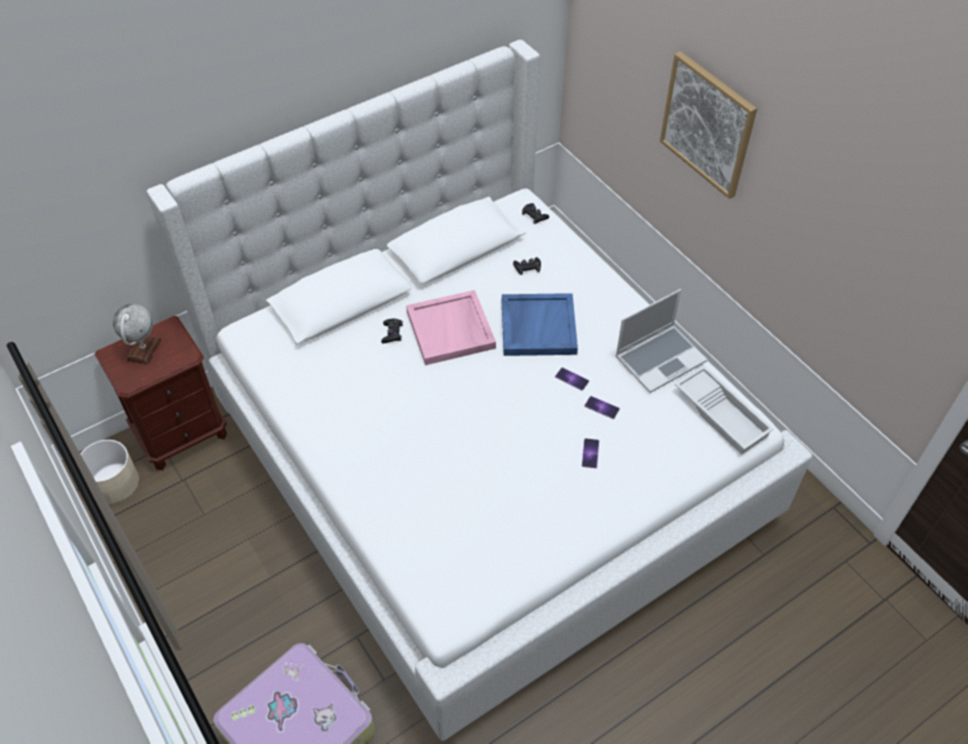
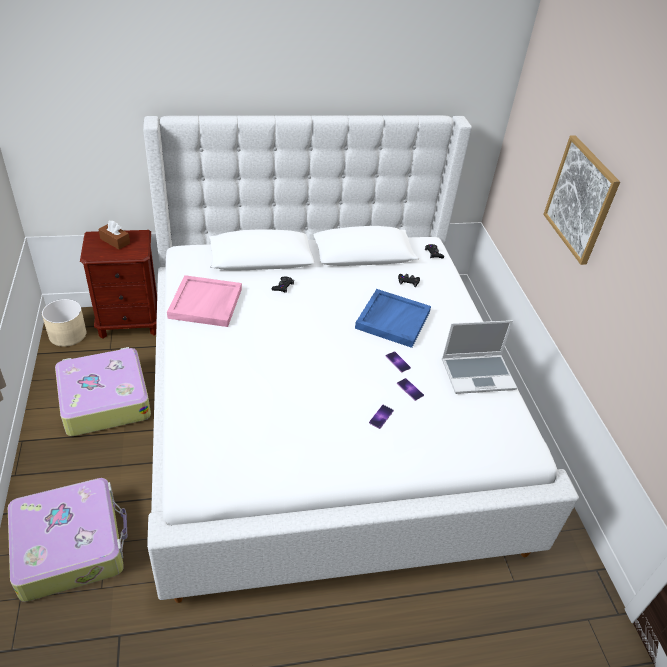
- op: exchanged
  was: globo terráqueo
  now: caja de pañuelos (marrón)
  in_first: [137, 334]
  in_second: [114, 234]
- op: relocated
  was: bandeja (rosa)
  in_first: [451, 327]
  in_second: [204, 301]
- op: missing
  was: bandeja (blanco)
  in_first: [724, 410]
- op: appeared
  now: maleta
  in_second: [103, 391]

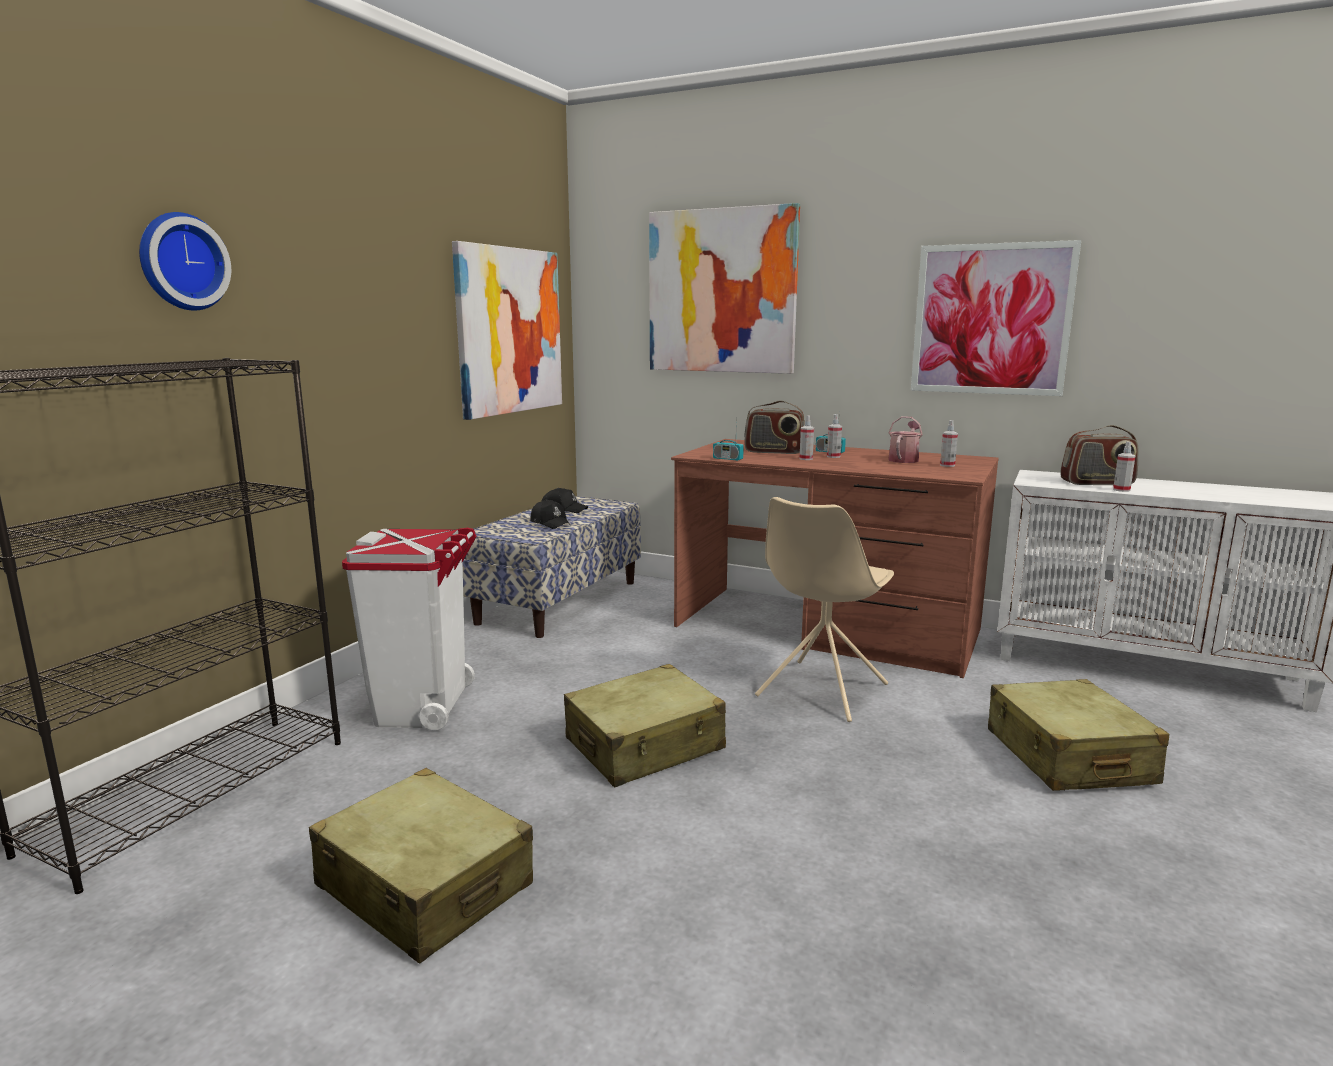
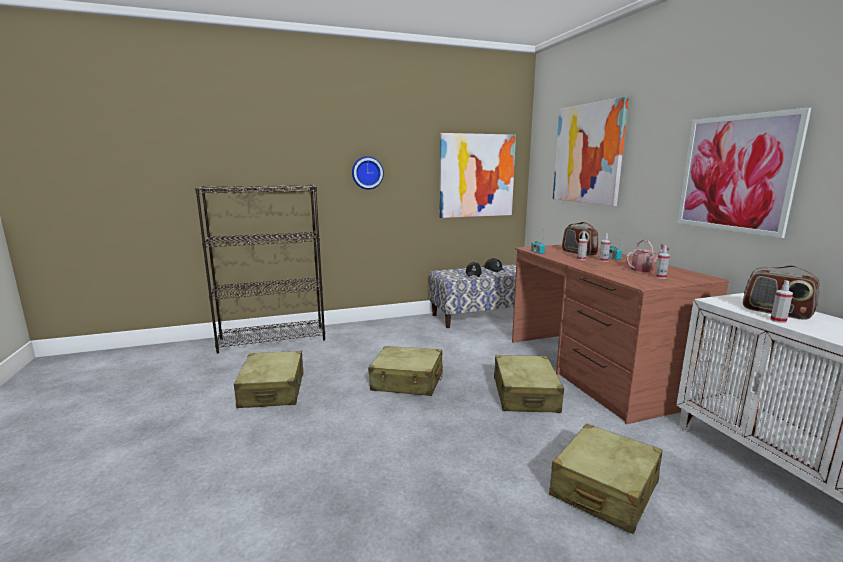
- op: relocated
  was: reloj de pared
  in_first: [185, 261]
  in_second: [368, 172]
- op: missing
  was: papelera (blanco)
  in_first: [409, 629]
- op: exchanged
  was: silla (beis)
  now: maleta (beis)
  in_first: [824, 609]
  in_second: [529, 384]

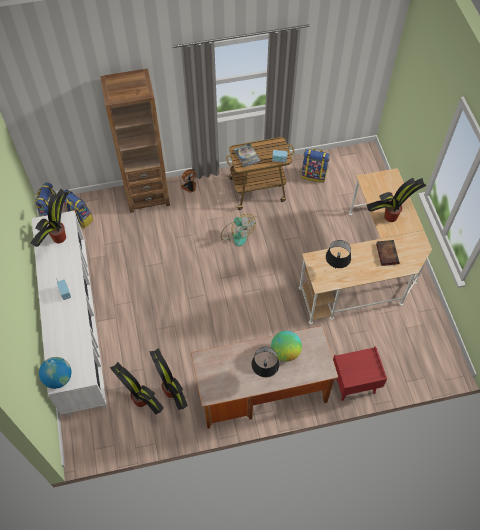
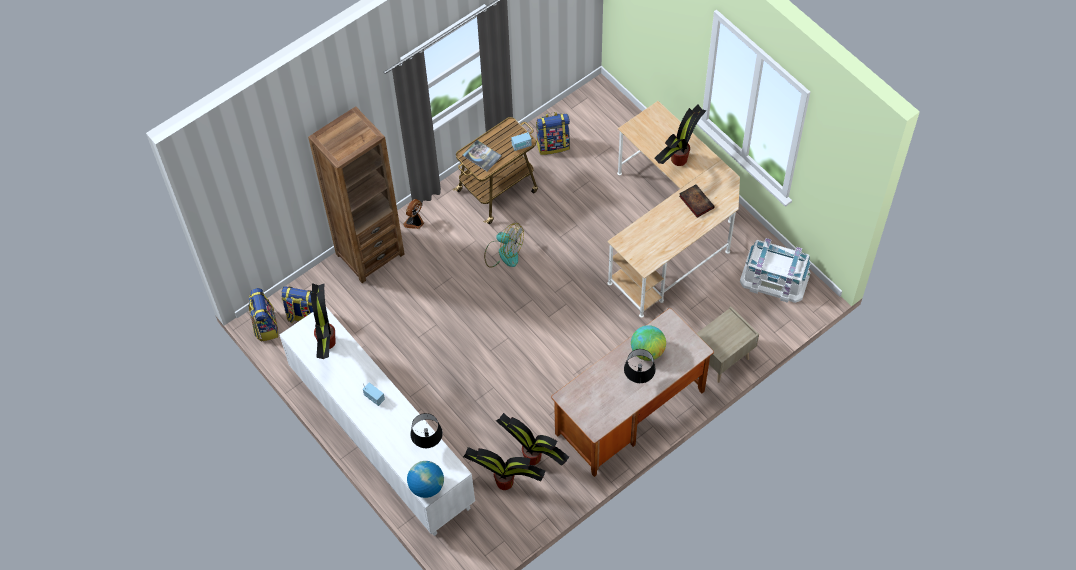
- op: relocated
  was: lámpara de mesa (negro)
  in_first: [338, 254]
  in_second: [426, 430]
- op: colour
  was: mesita de noche (rojo)
  now: mesita de noche (beis)
  in_first: [360, 373]
  in_second: [727, 344]
- op: appeared
  now: caja de almacenaje (blanco)
  in_second: [775, 270]

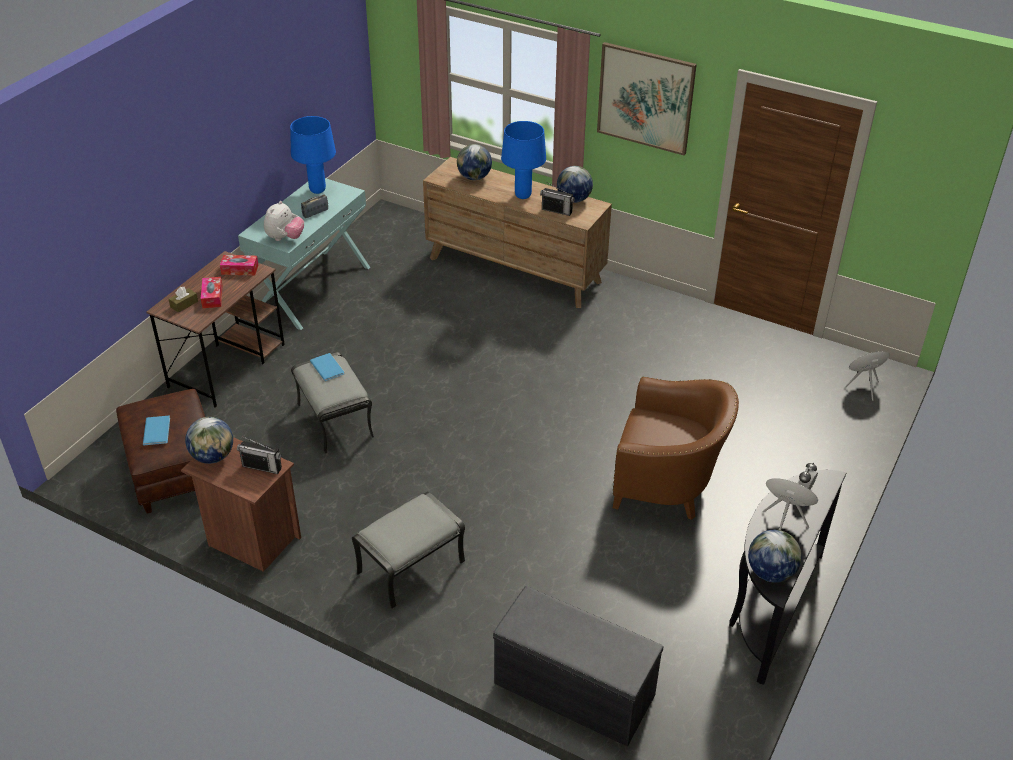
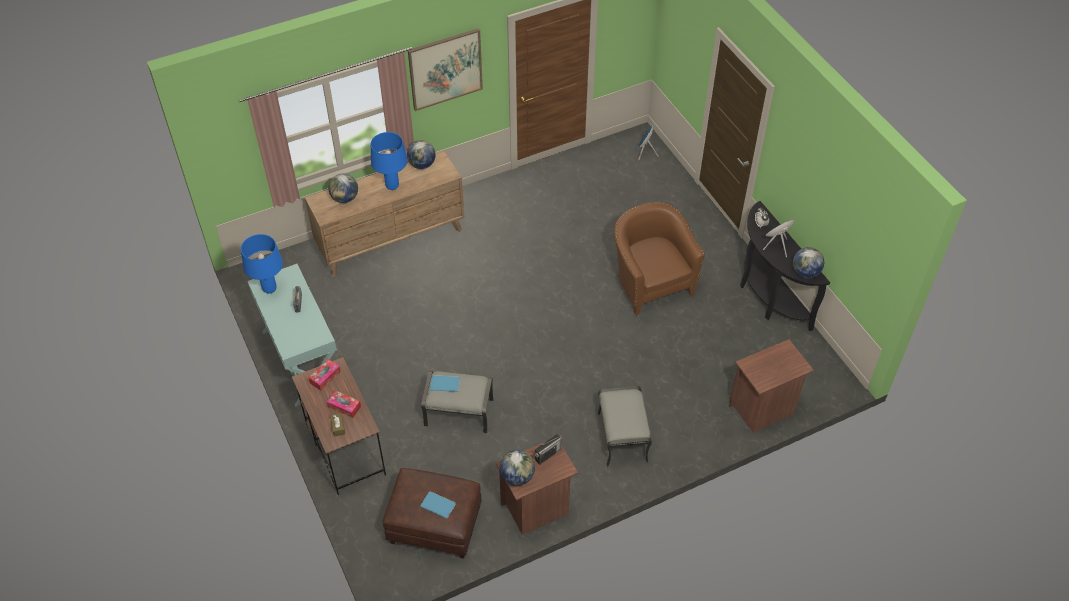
- op: missing
  was: peluche
  in_first: [284, 221]
- op: exchanged
  was: banco (gris)
  now: mesita de noche (marrón)
  in_first: [578, 666]
  in_second: [771, 386]
- op: missing
  was: radio
  in_first: [557, 199]
- op: spun
  was: sillón (marrón)
  in_first: [676, 448]
  in_second: [659, 258]
  clockwise: -75

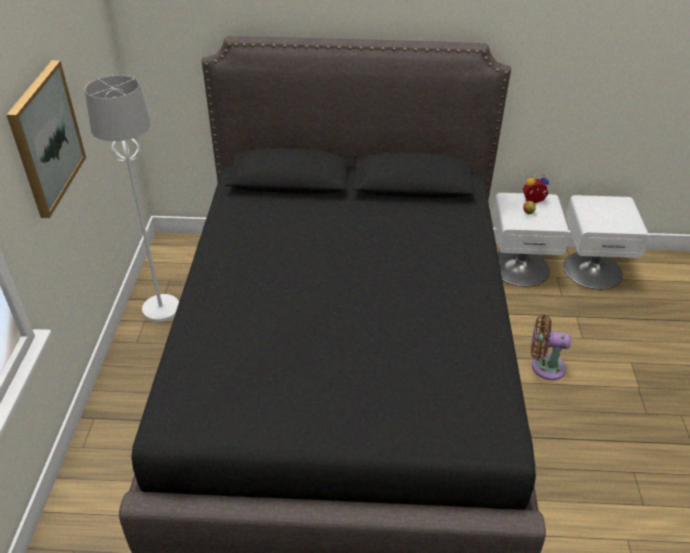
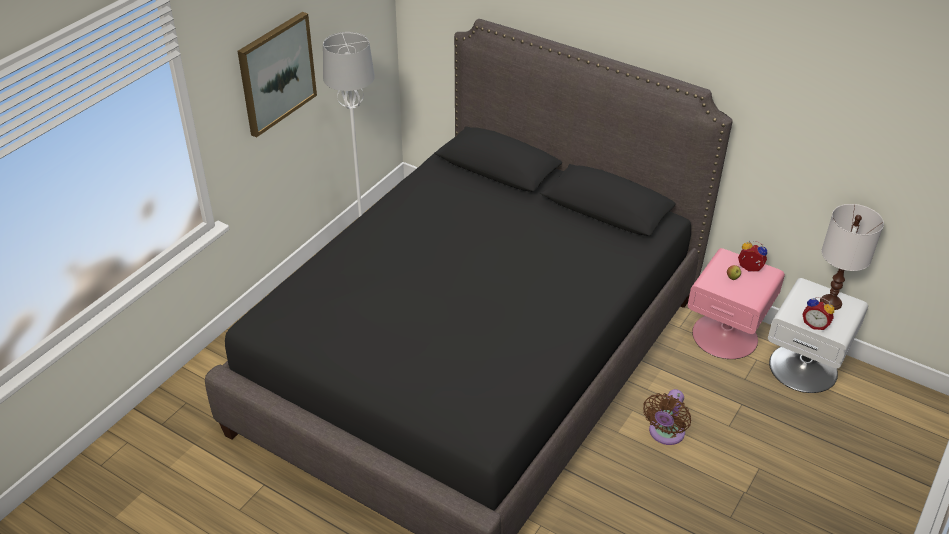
- op: colour
  was: mesita de noche (blanco)
  now: mesita de noche (rosa)
  in_first: [531, 240]
  in_second: [736, 303]
- op: spun
  was: ventilador (marrón)
  in_first: [551, 347]
  in_second: [667, 417]
  clockwise: -105
- op: appeared
  now: despertador
  in_second: [818, 313]
- op: appeared
  now: lámpara de mesa (blanco)
  in_second: [852, 257]

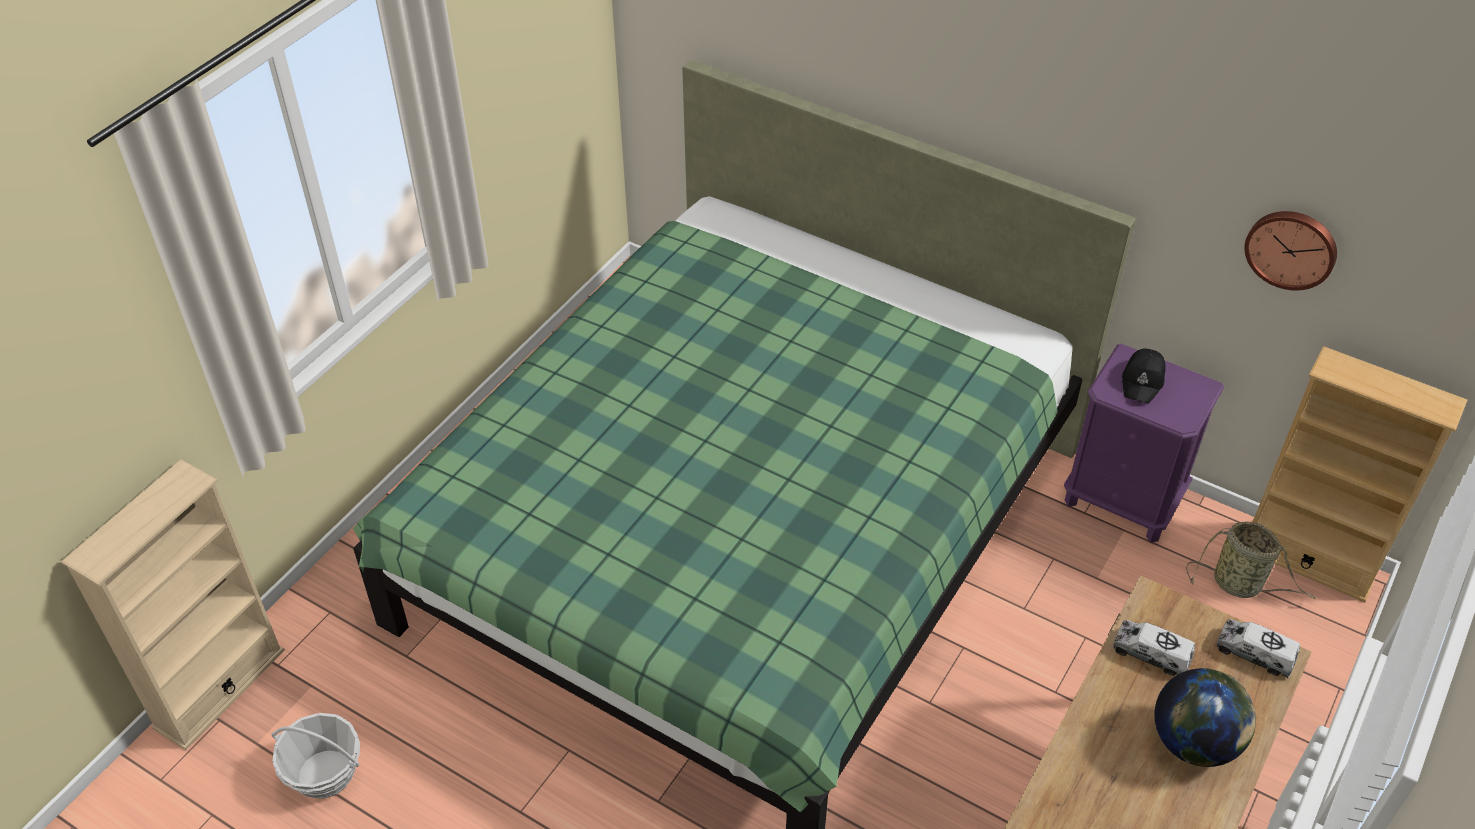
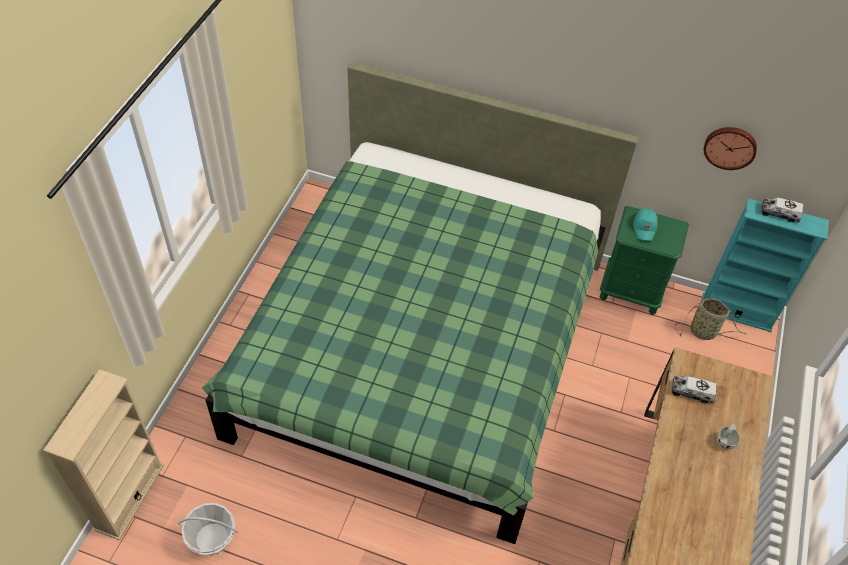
- op: colour
  was: mesita de noche (morado)
  now: mesita de noche (verde)
  in_first: [1144, 443]
  in_second: [644, 260]
- op: colour
  was: gorra (negro)
  now: gorra (turquesa)
  in_first: [1144, 376]
  in_second: [645, 224]
- op: exchanged
  was: globo terráqueo
  now: taza (blanco)
  in_first: [1205, 717]
  in_second: [728, 436]
- op: relocated
  was: camión de juguete
  in_first: [1258, 648]
  in_second: [782, 209]
- op: colour
  was: estantería (beis)
  now: estantería (turquesa)
  in_first: [1359, 474]
  in_second: [765, 265]

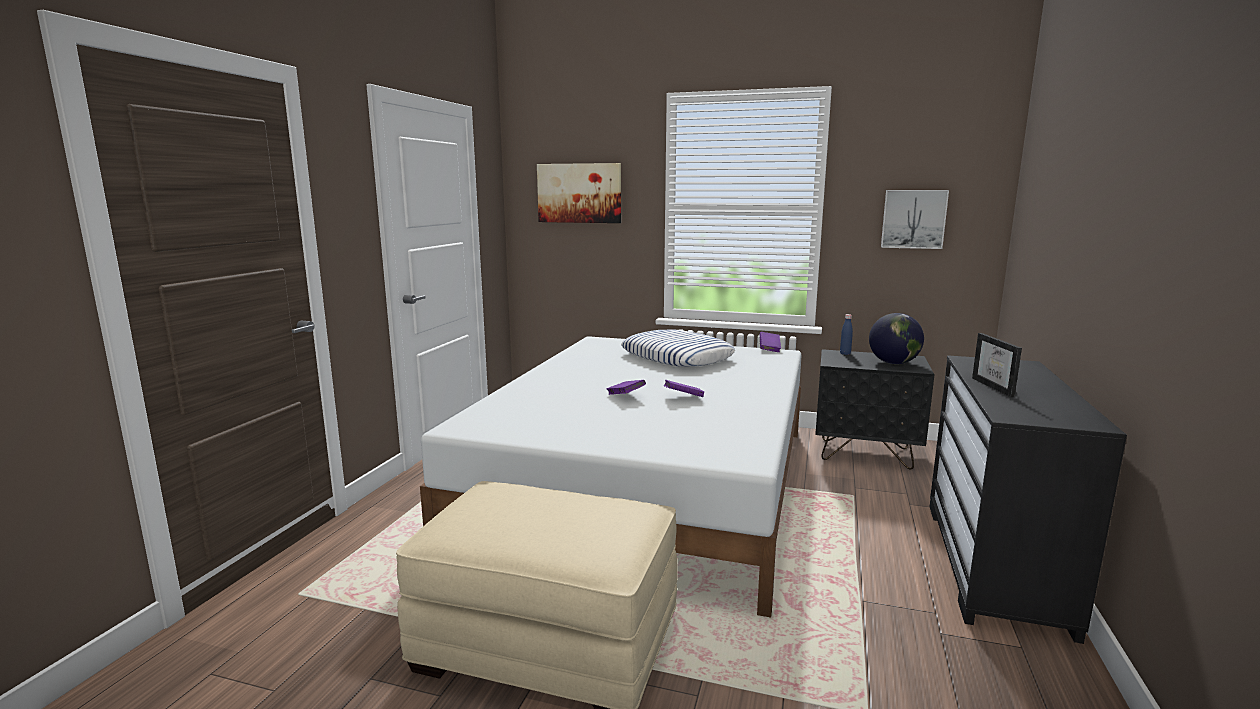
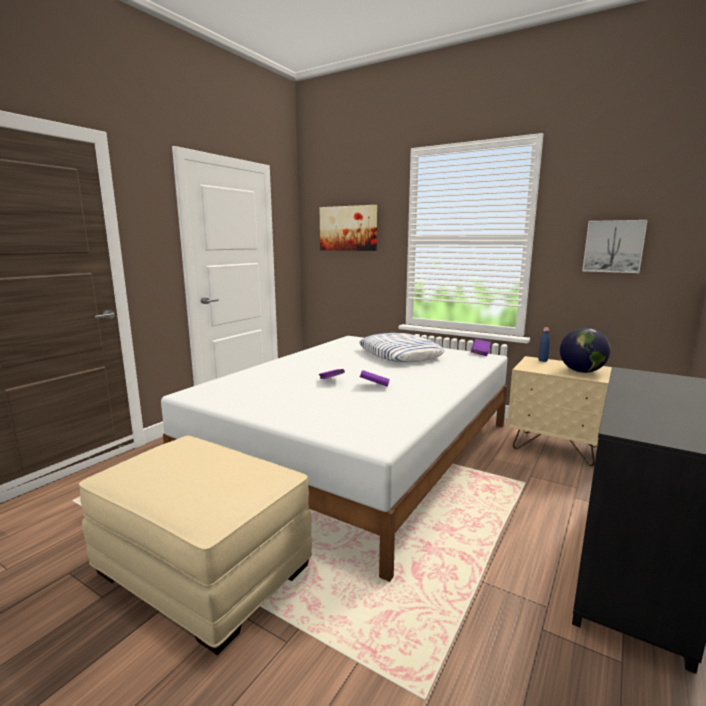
- op: colour
  was: mesita de noche (negro)
  now: mesita de noche (beis)
  in_first: [875, 409]
  in_second: [559, 411]
- op: missing
  was: portarretratos
  in_first: [997, 365]

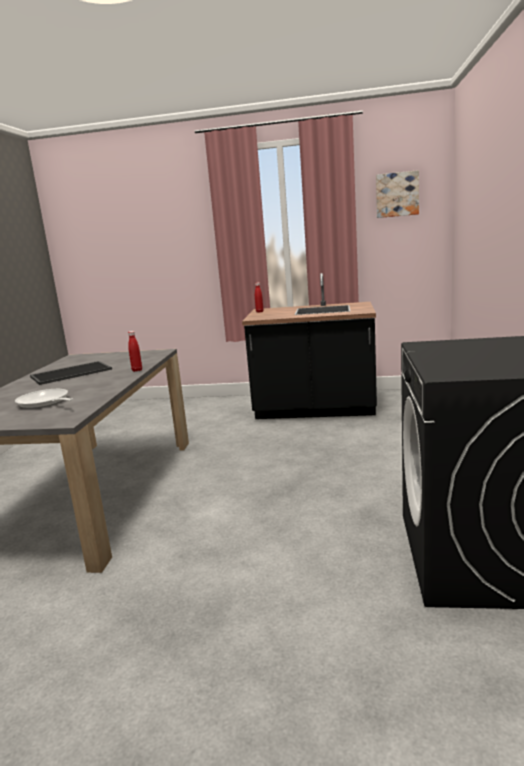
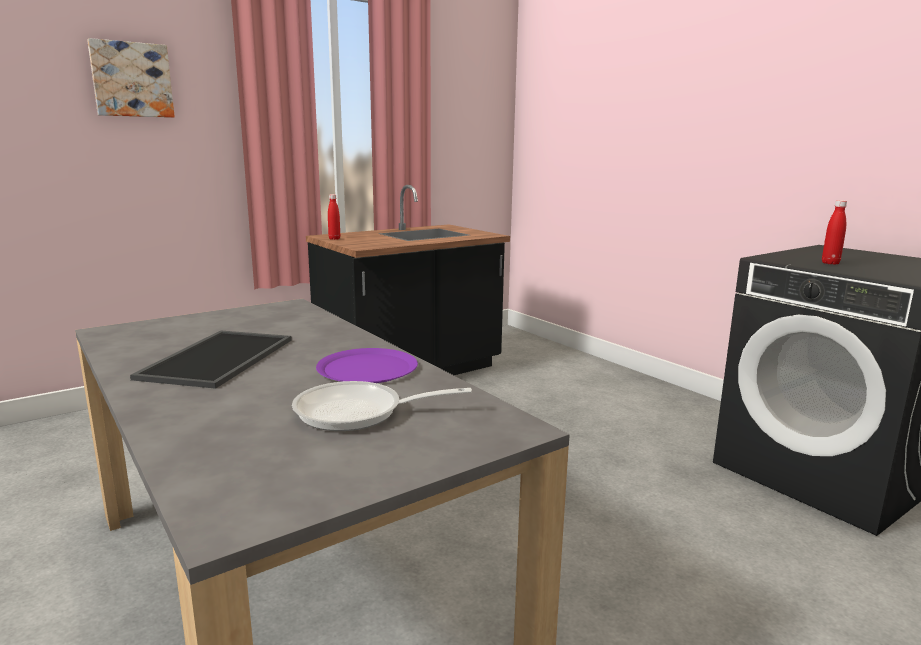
- op: relocated
  was: botella (rojo)
  in_first: [135, 351]
  in_second: [834, 232]
- op: relocated
  was: cuadro
  in_first: [397, 194]
  in_second: [131, 78]
- op: appeared
  now: plato (morado)
  in_second: [367, 365]

